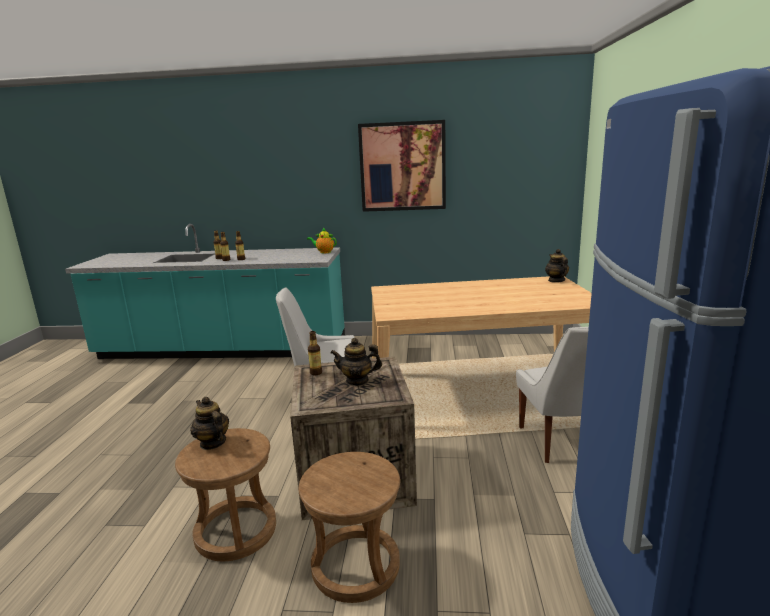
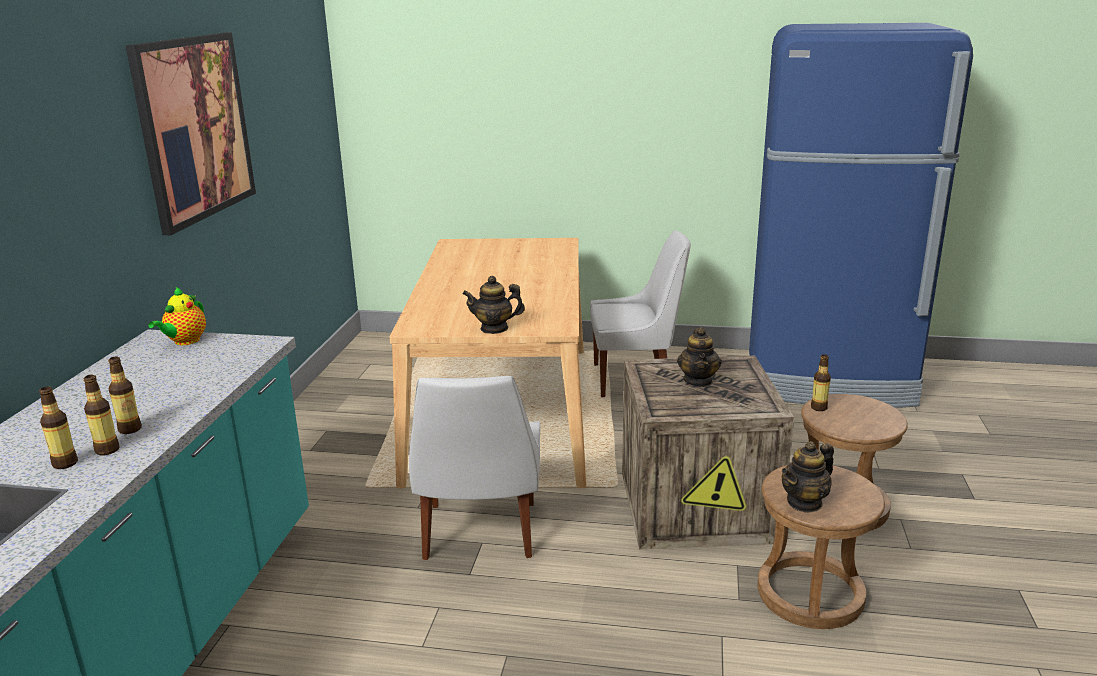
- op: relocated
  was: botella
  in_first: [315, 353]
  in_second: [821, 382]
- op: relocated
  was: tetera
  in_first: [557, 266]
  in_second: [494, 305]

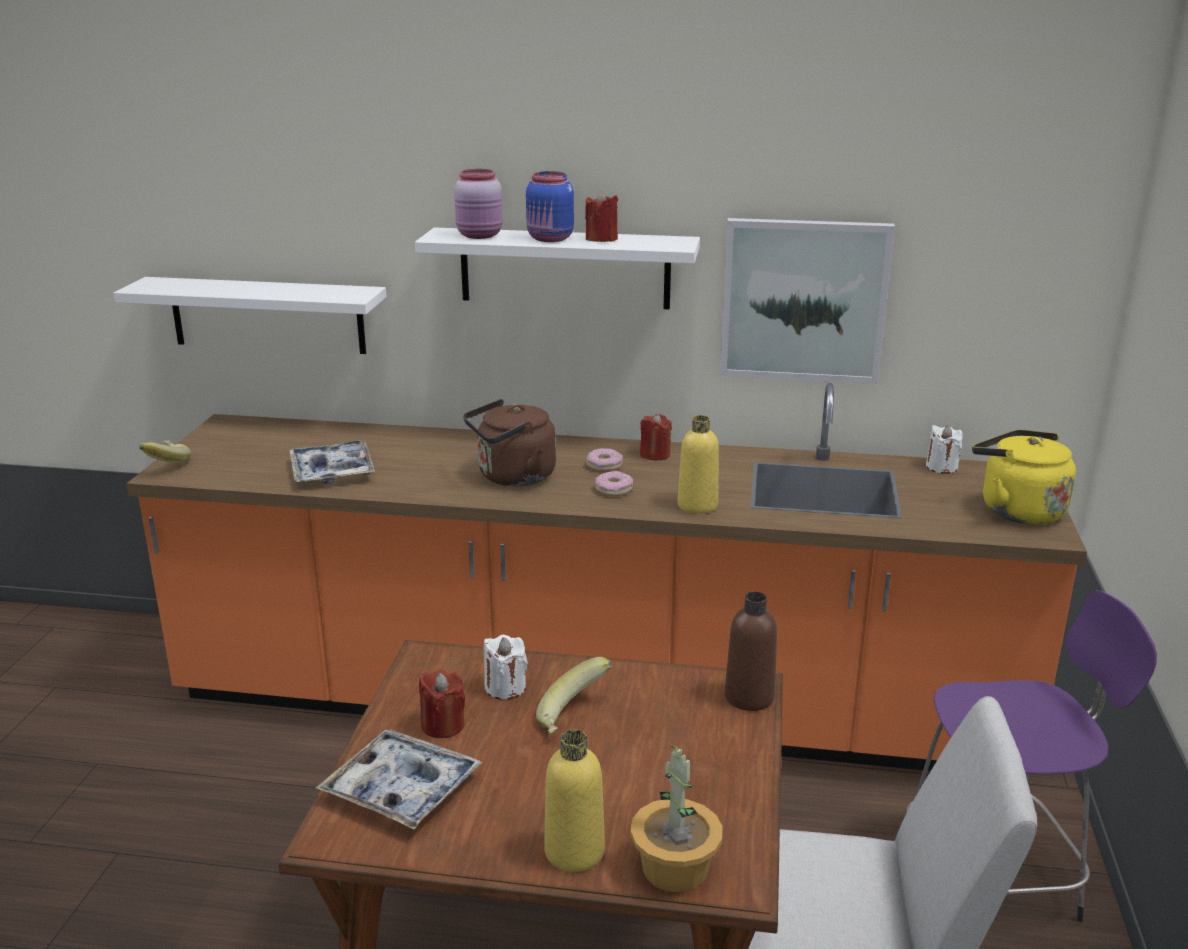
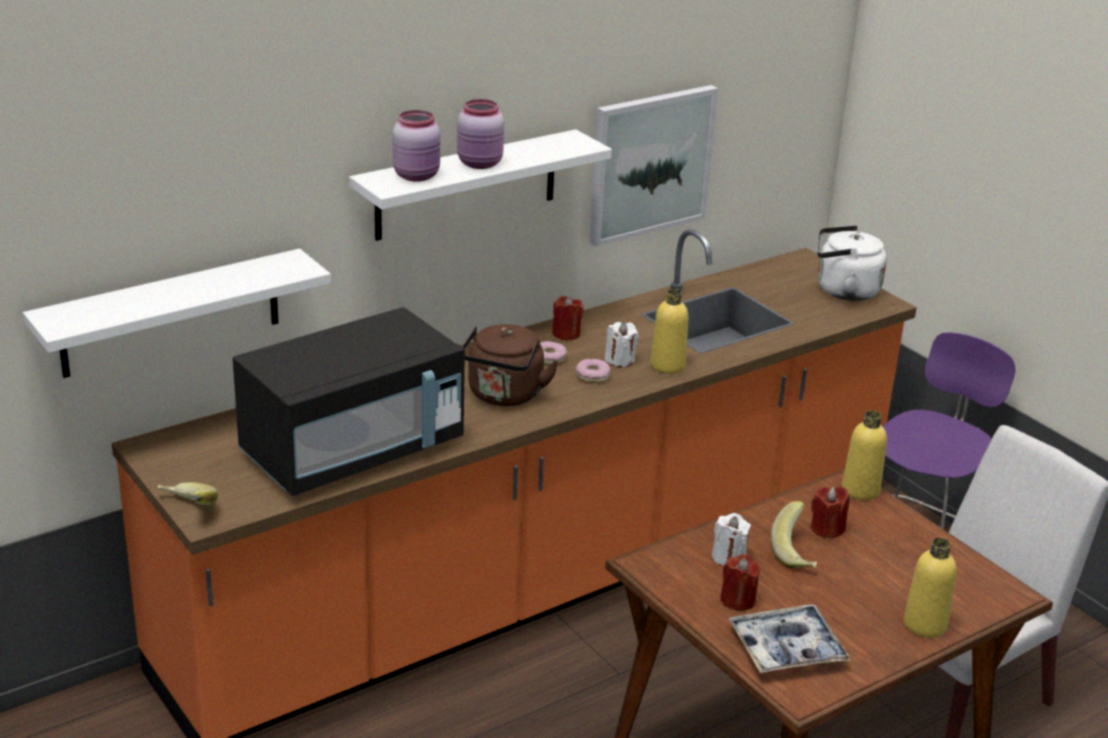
- op: exchanged
  was: bandeja
  now: microondas (negro)
  in_first: [332, 462]
  in_second: [349, 401]
- op: colour
  was: tarro (azul)
  now: tarro (rosa)
  in_first: [550, 206]
  in_second: [480, 134]
- op: relocated
  was: vela (rojo)
  in_first: [601, 216]
  in_second: [830, 512]
- op: missing
  was: planta en maceta
  in_first: [676, 819]
- op: colour
  was: botella (marrón)
  now: botella (amarillo)
  in_first: [751, 651]
  in_second: [864, 455]
- op: relocated
  was: vela (blanco)
  in_first: [944, 449]
  in_second: [622, 344]
- op: colour
  was: hervidor (amarillo)
  now: hervidor (blanco)
  in_first: [1024, 477]
  in_second: [852, 263]

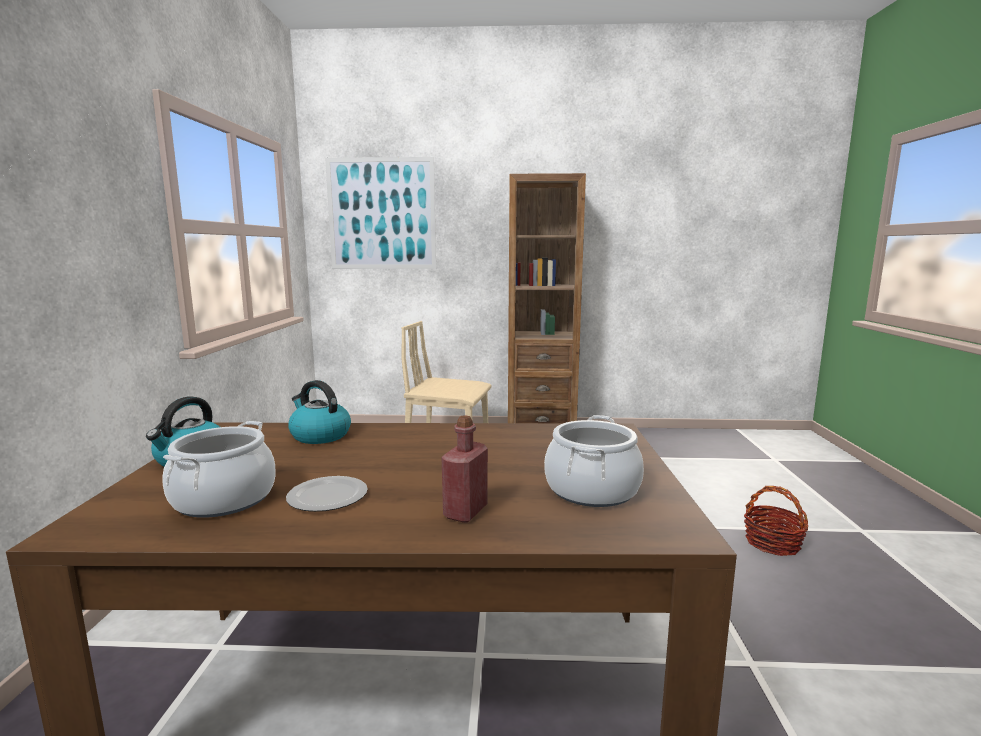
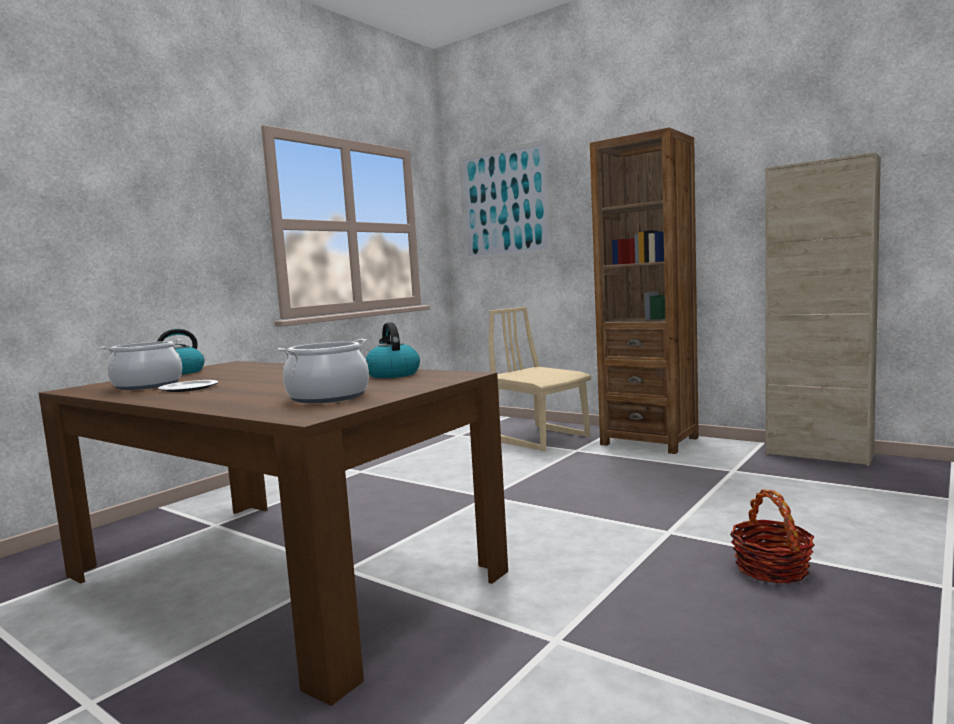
- op: relocated
  was: hervidor
  in_first: [319, 412]
  in_second: [392, 350]
- op: missing
  was: botella (rojo)
  in_first: [464, 469]
- op: appeared
  now: armario (beis)
  in_second: [823, 309]

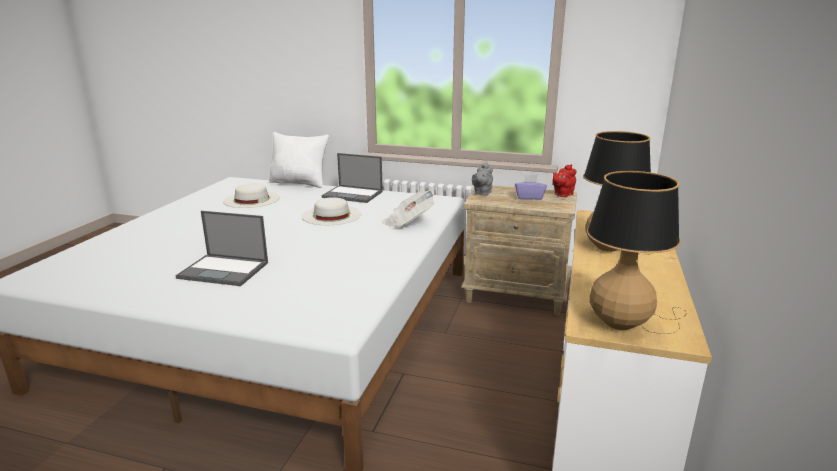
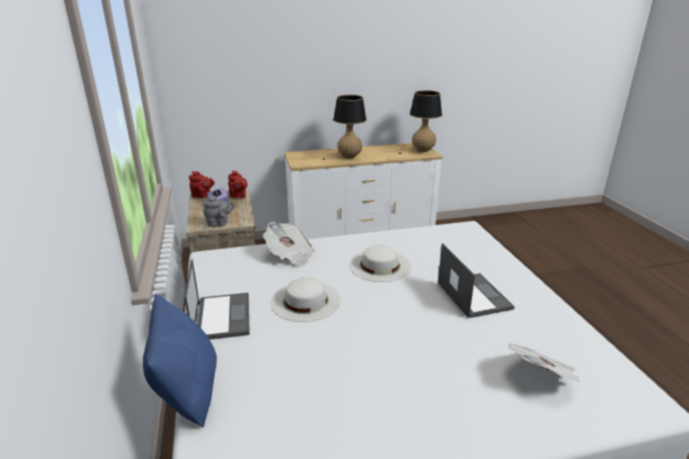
- op: relocated
  was: sombrero (blanco)
  in_first: [251, 195]
  in_second: [380, 263]
- op: colour
  was: cojín (blanco)
  now: cojín (azul)
  in_first: [299, 160]
  in_second: [180, 360]
- op: appeared
  now: tetera (rojo)
  in_second: [237, 184]
- op: appeared
  now: periódico
  in_second: [544, 362]

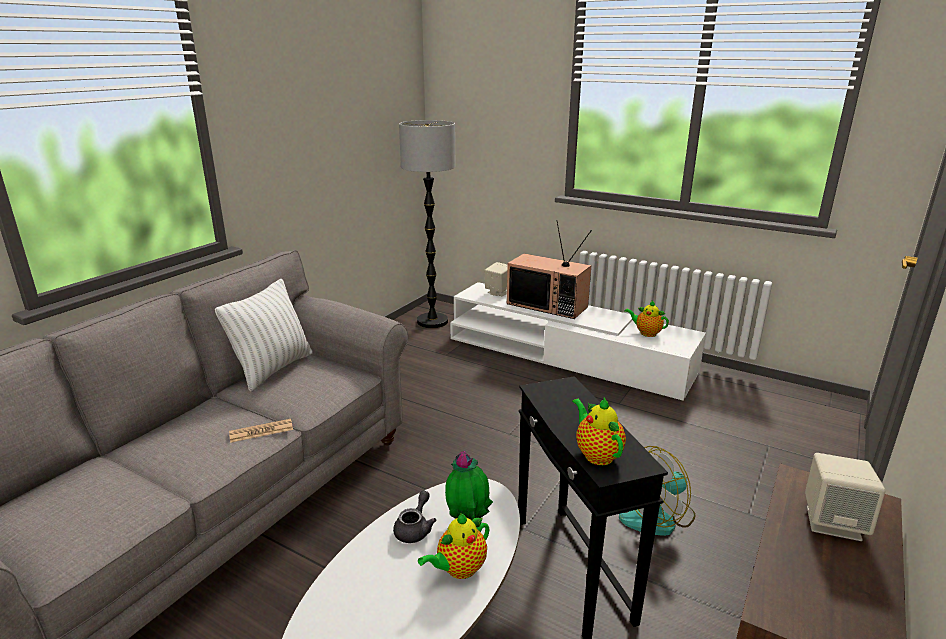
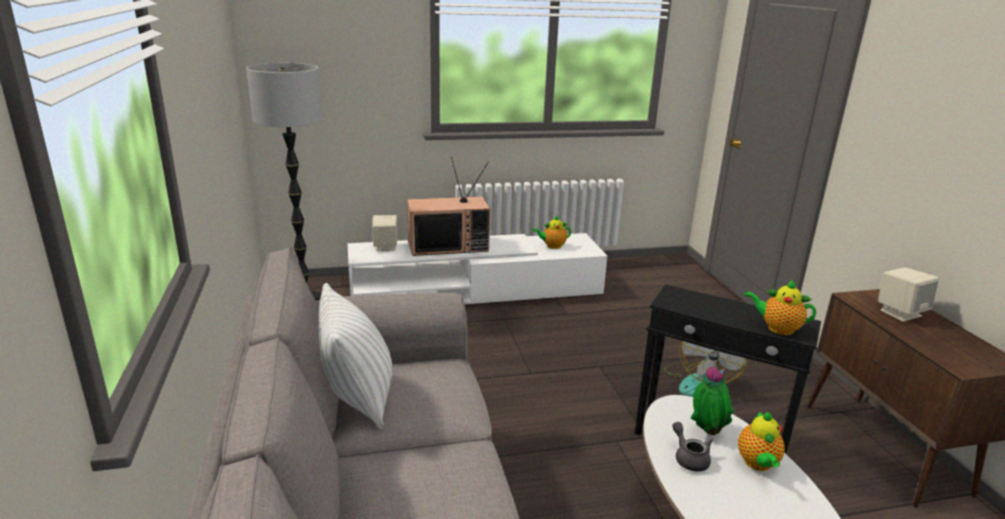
- op: missing
  was: periódico
  in_first: [261, 431]

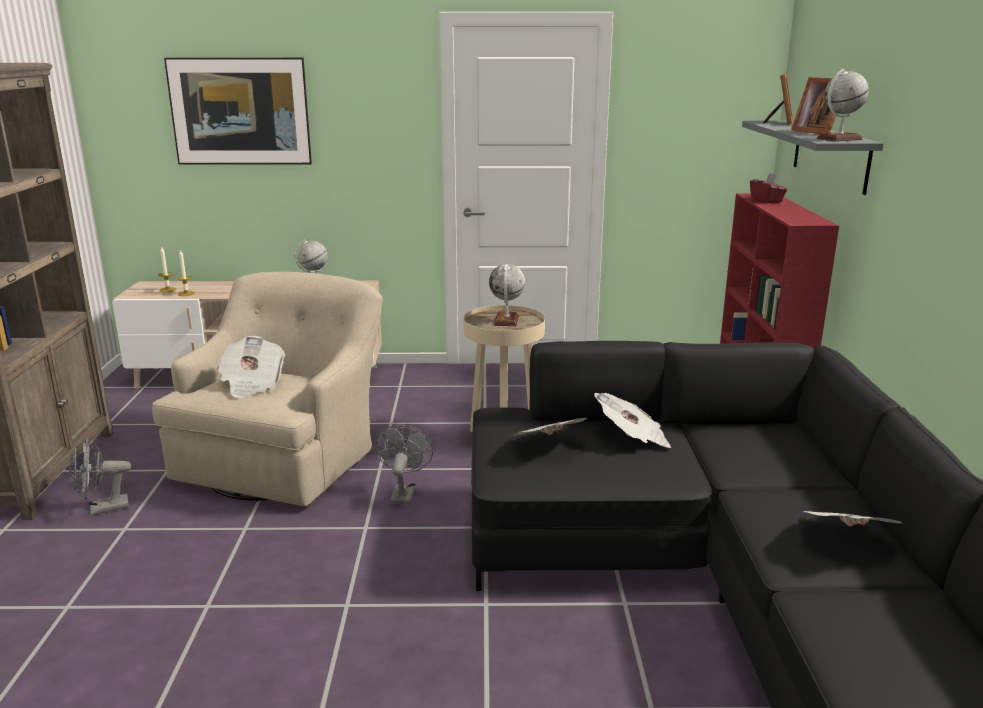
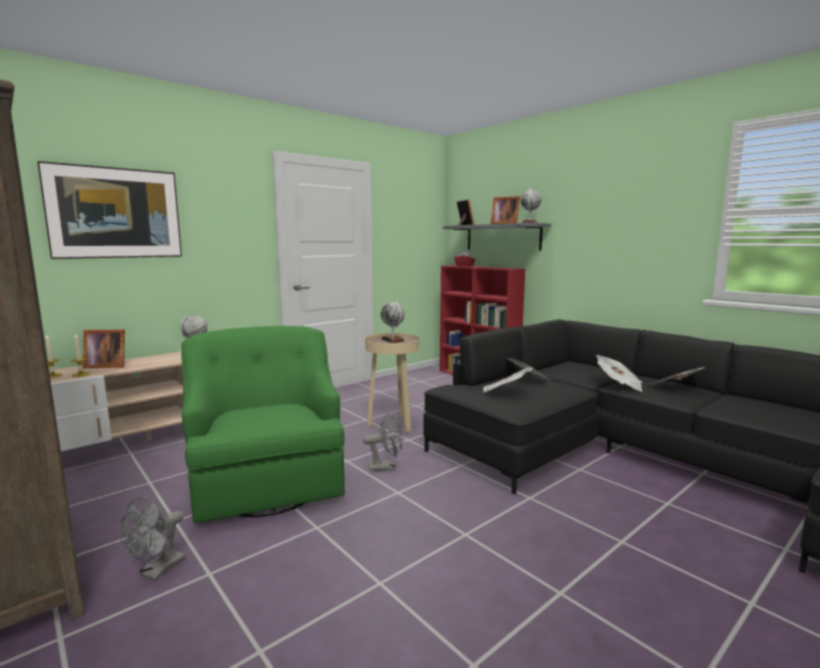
- op: colour
  was: sillón (beis)
  now: sillón (verde)
  in_first: [267, 389]
  in_second: [263, 424]
- op: relocated
  was: periódico
  in_first: [251, 367]
  in_second: [619, 373]
- op: spun
  was: ventilador (gris)
  in_first: [404, 465]
  in_second: [383, 442]
  clockwise: 120
- op: appeared
  now: portarretratos
  in_second: [104, 349]

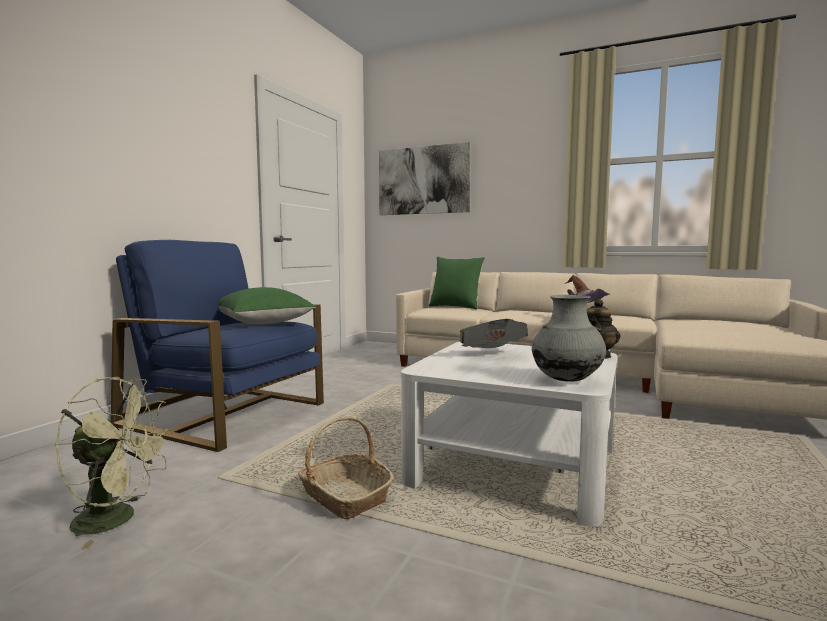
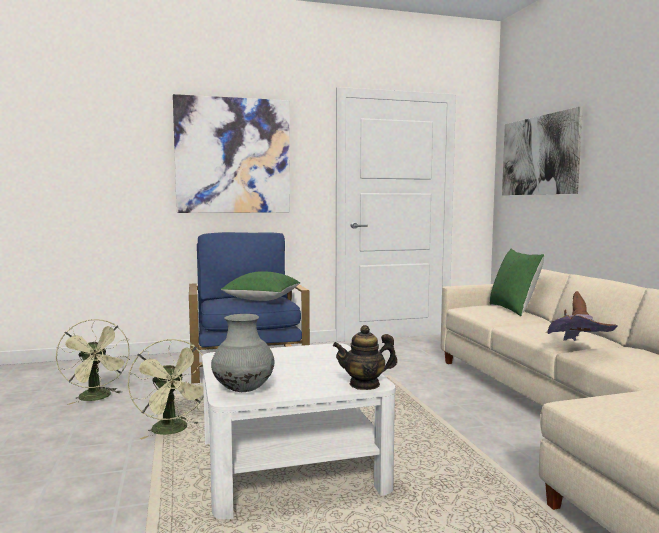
- op: exchanged
  was: cesta
  now: ventilador (verde)
  in_first: [346, 468]
  in_second: [166, 389]
- op: missing
  was: periódico
  in_first: [494, 333]
- op: appeared
  now: cuadro
  in_second: [231, 153]

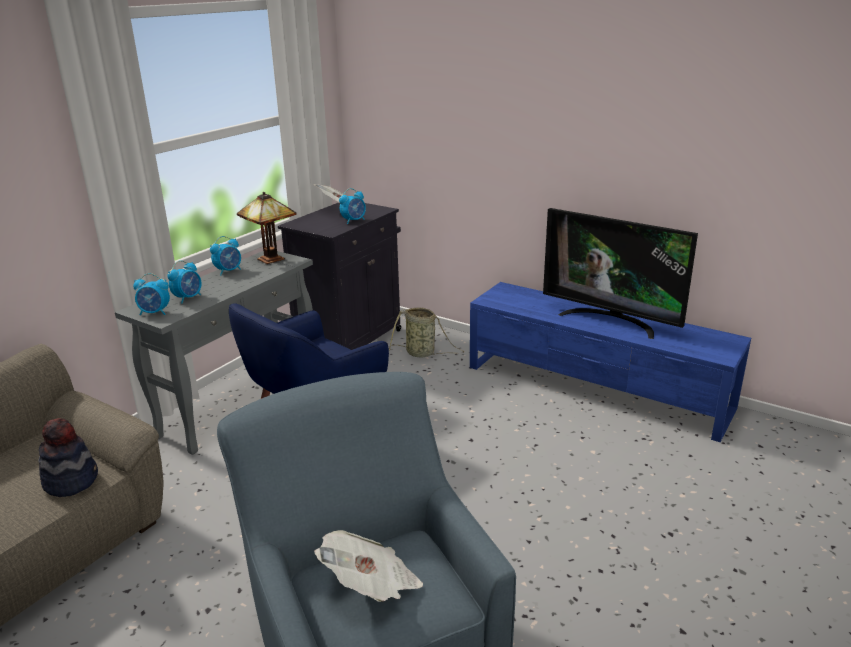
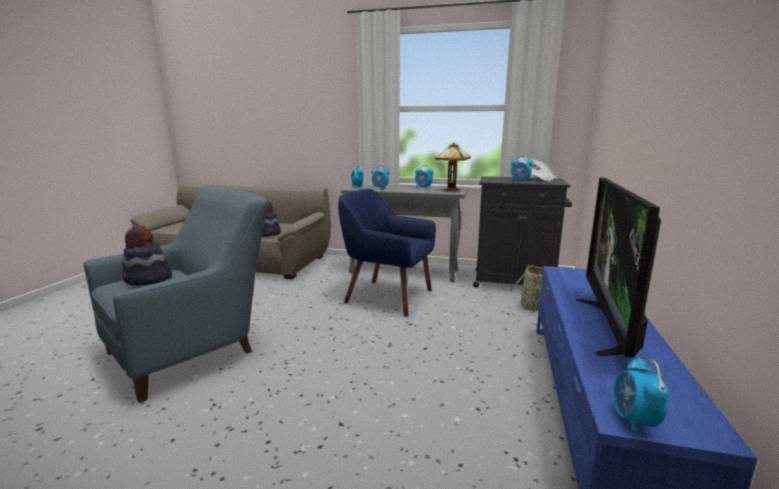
- op: exchanged
  was: periódico
  now: sombrero
  in_first: [368, 566]
  in_second: [147, 256]
- op: appeared
  now: despertador
  in_second: [641, 395]

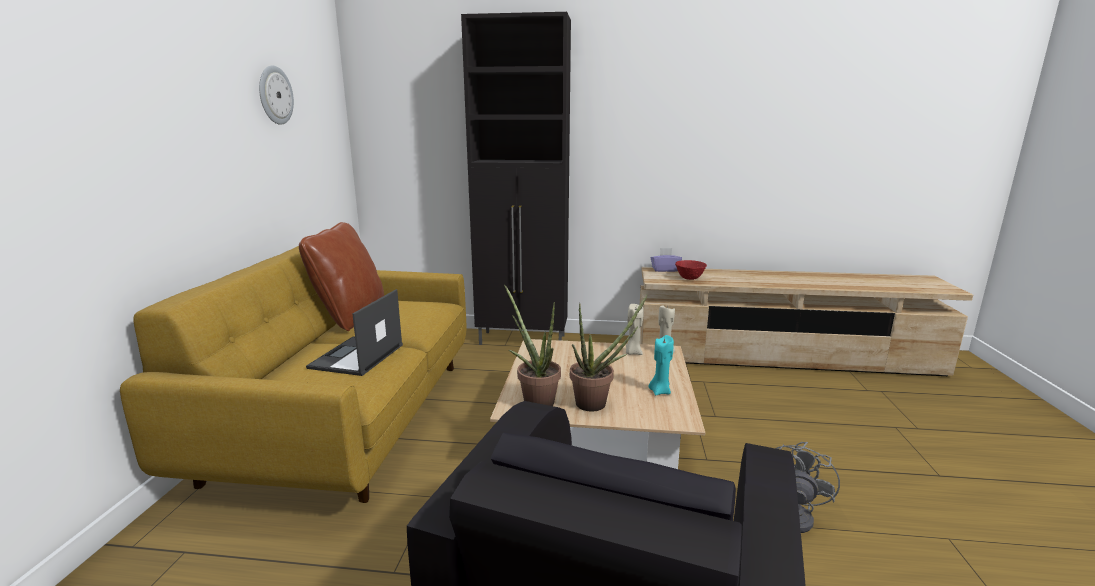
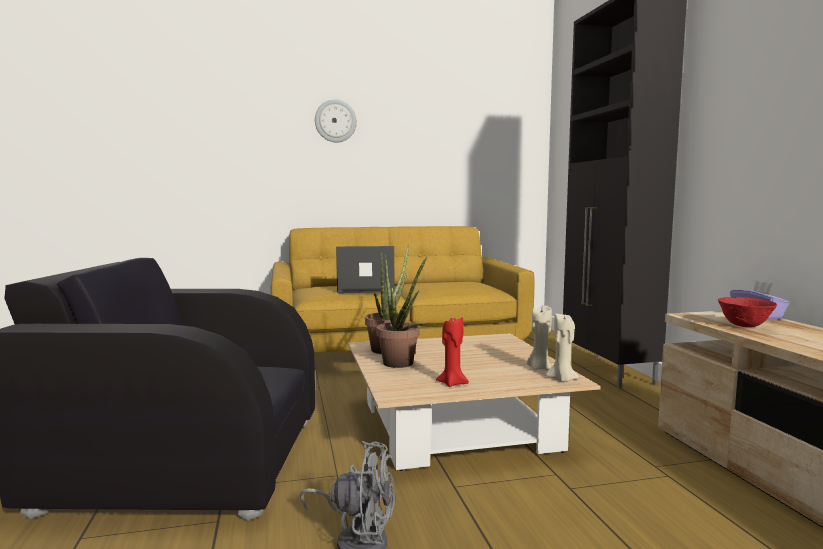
- op: relocated
  was: reloj de pared
  in_first: [276, 95]
  in_second: [336, 120]
- op: missing
  was: cojín (marrón)
  in_first: [341, 276]
- op: colour
  was: vela (turquesa)
  now: vela (rojo)
  in_first: [661, 365]
  in_second: [452, 352]

